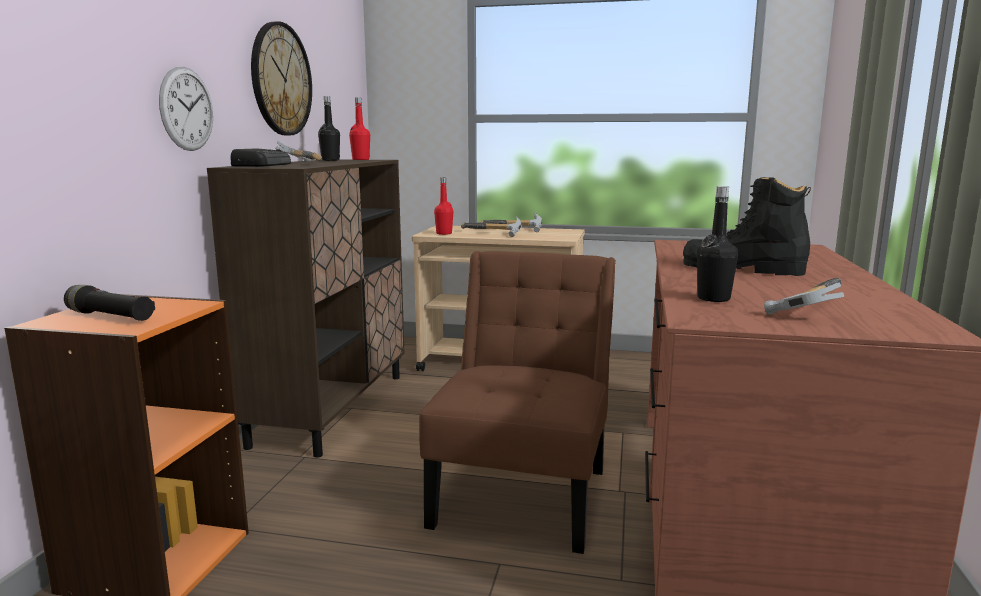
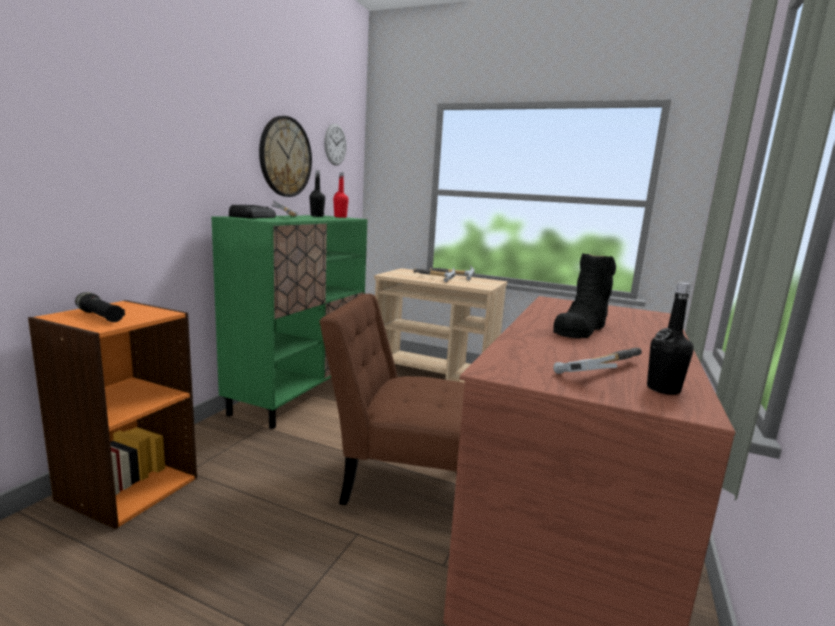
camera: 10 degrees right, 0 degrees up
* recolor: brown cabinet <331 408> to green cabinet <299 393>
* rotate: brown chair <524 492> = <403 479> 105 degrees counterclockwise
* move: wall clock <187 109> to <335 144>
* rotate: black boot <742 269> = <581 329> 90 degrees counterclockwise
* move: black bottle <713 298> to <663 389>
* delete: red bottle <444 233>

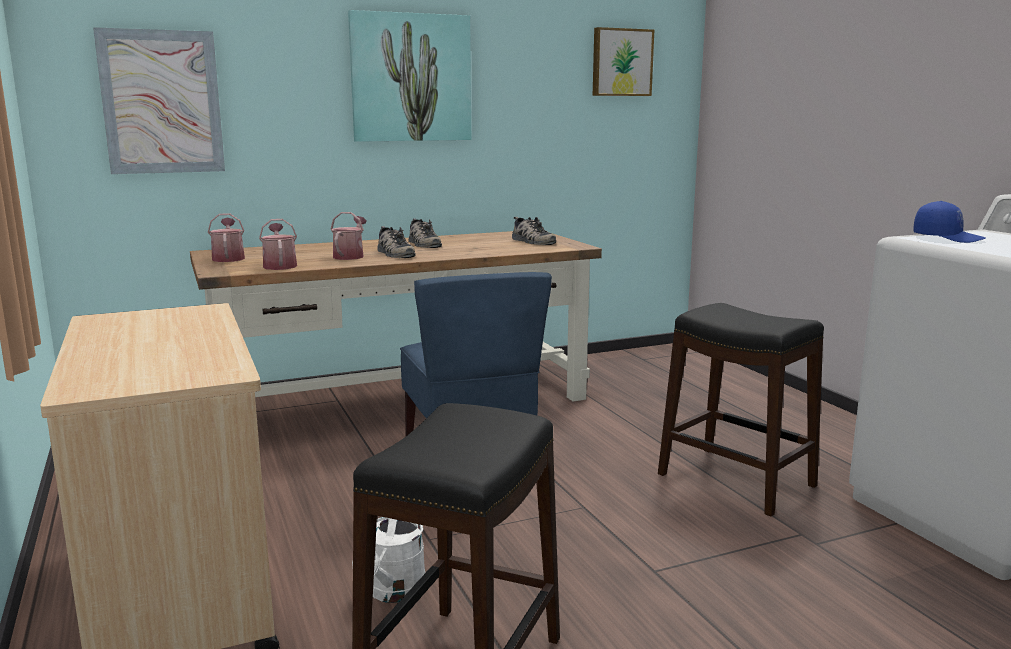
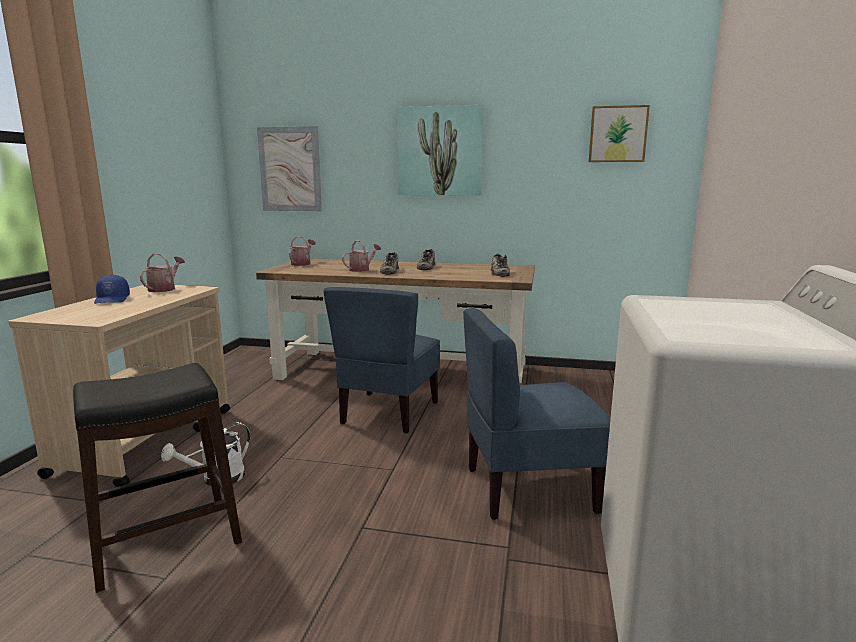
camera: 35 degrees right, 0 degrees up
* move: blue cap <947 238> to <113 299>
* move: watering can <279 265> to <164 289>
* replace: black stool <736 480> to blue chair <528 489>

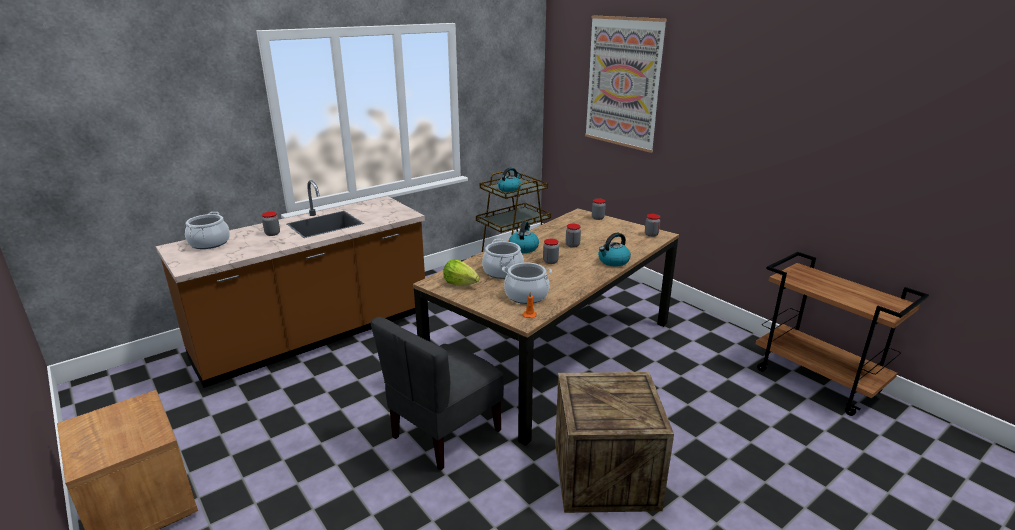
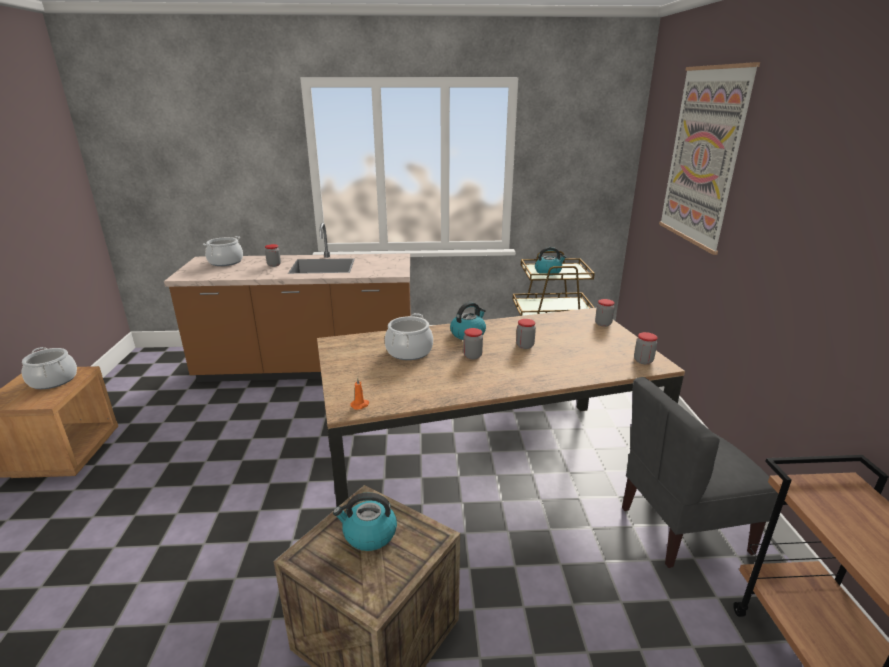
camera: 35 degrees right, 0 degrees up
* move: cooking pot <526 295> to <53 380>
* move: kettle <613 261> to <369 534>
* move: grey chair <445 433> to <682 528>
* delete: lettuce <460 284>

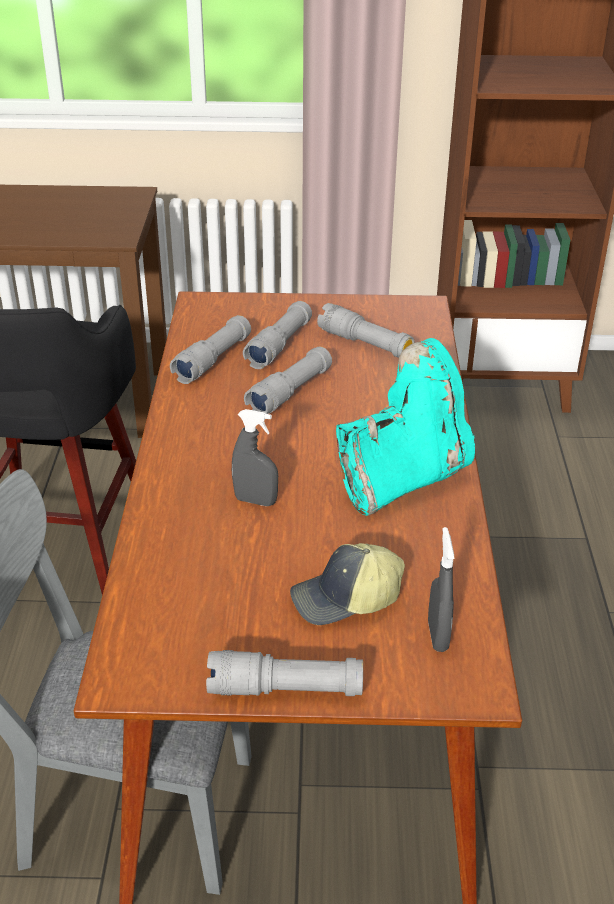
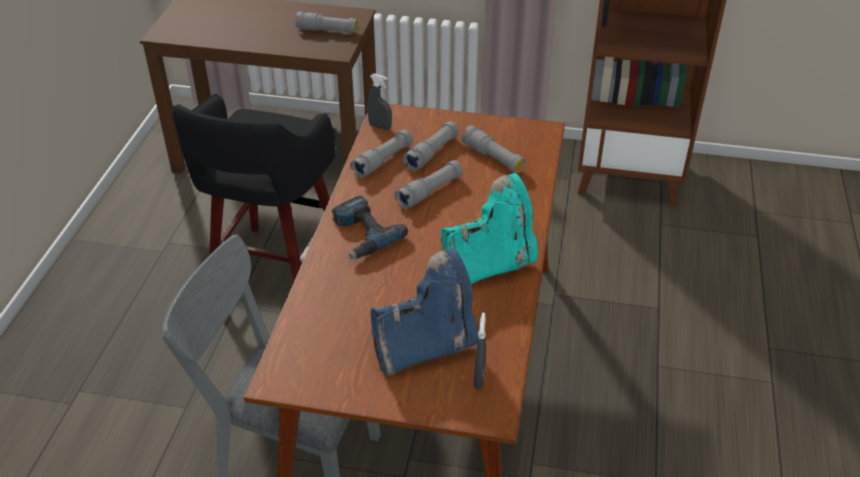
camera: 10 degrees right, 5 degrees up
* move: grey flashlight <285 689> to <327 30>
* insert: power drill <361 235>
* move: grey spray bottle <255 501> to <380 127>
* replace: cap <346 599> to blue boot <427 347>

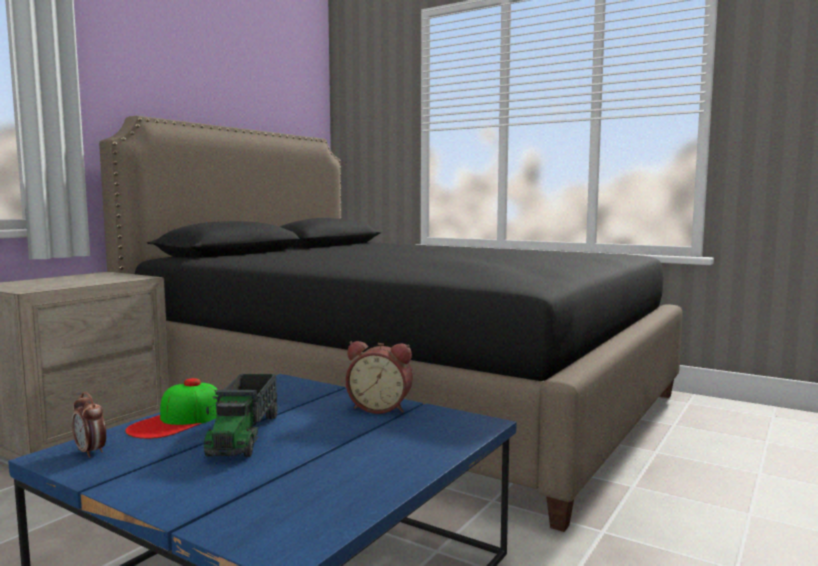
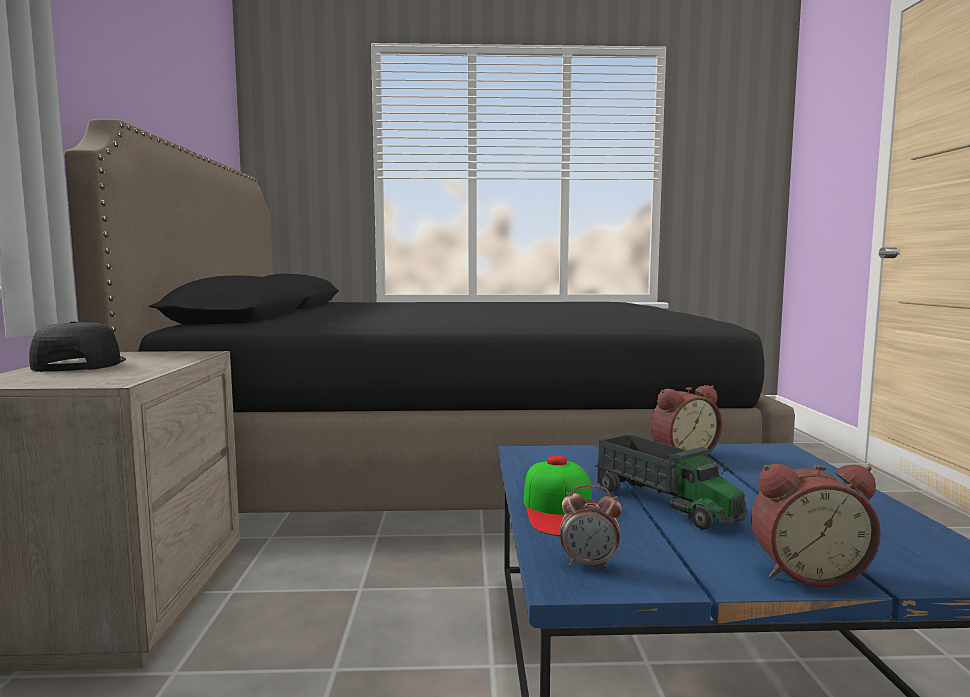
camera: 35 degrees left, 0 degrees up
* insert: black cap <78 364>
* insert: alarm clock <806 572>

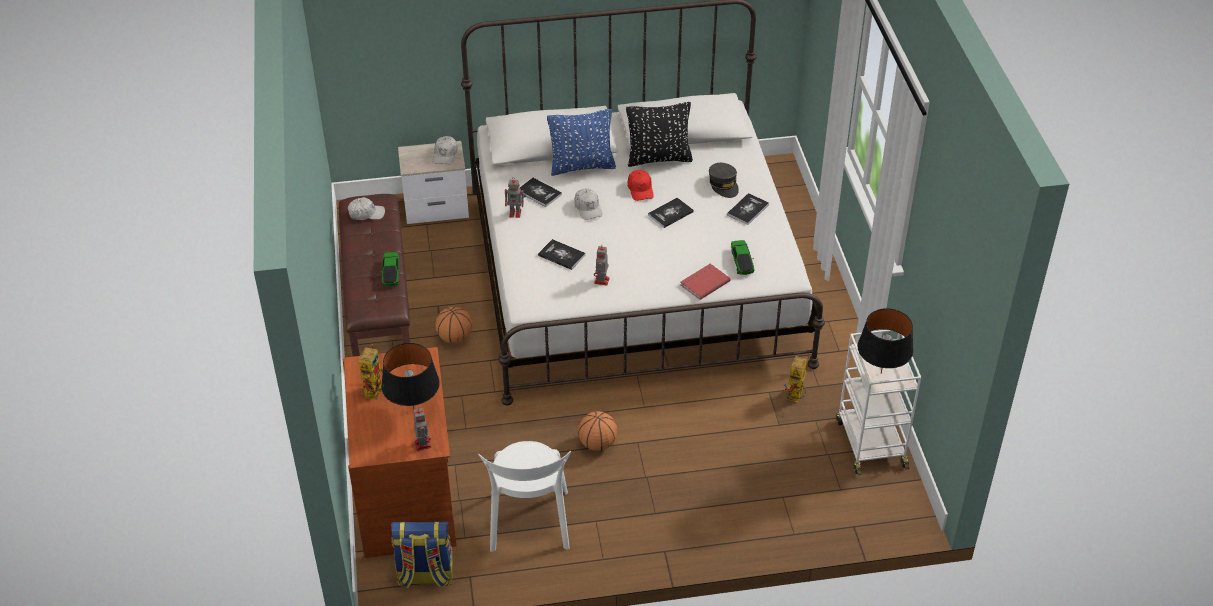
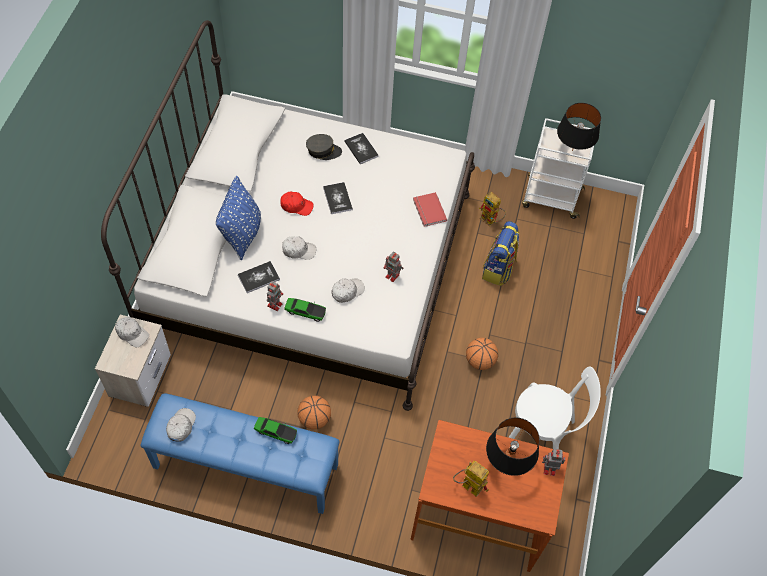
camera: 70 degrees left, 15 degrees up
* recolor: brown bench <378 308> to blue bench <245 467>
* move: toy car <742 262> to <305 311>
* replace: book <561 255> to white cap <347 291>
* move: backpack <425 575> to <498 269>
* delete: black pillow <659 158>

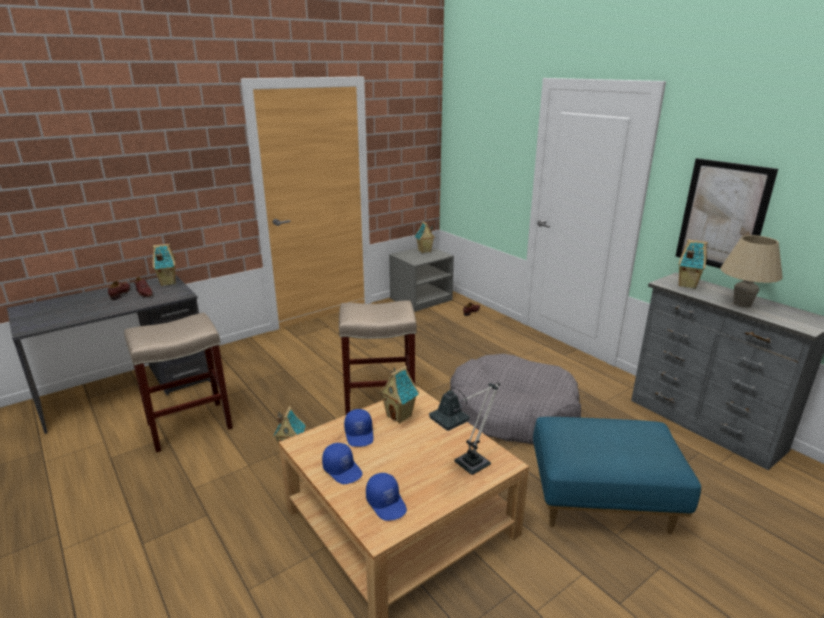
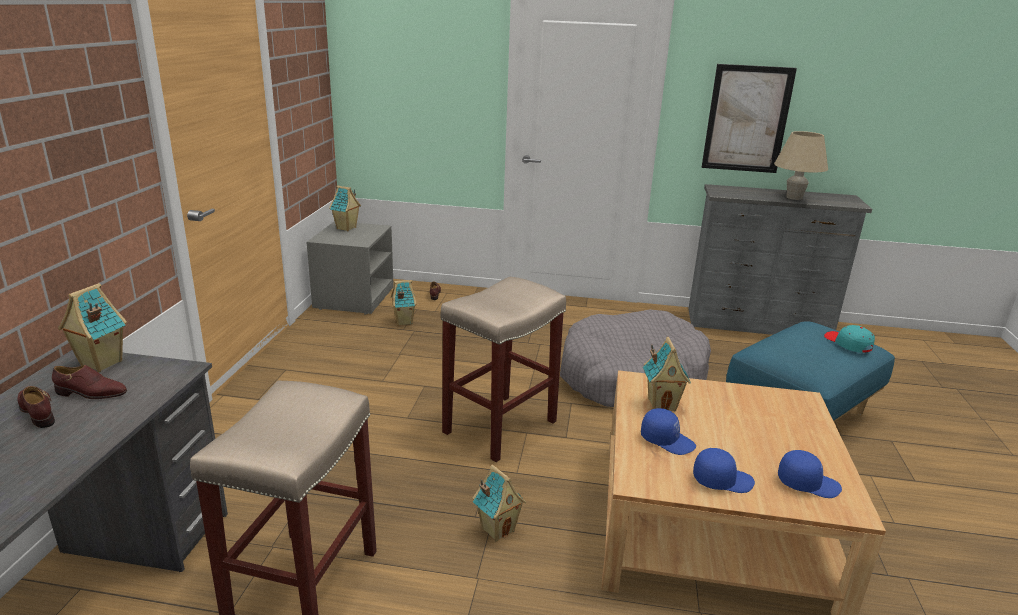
camera: 45 degrees left, 0 degrees up
* move: toy house <686 284> to <403 321>
* insert: turquoise cap <848 344>
* delete: table lamp <466 467>

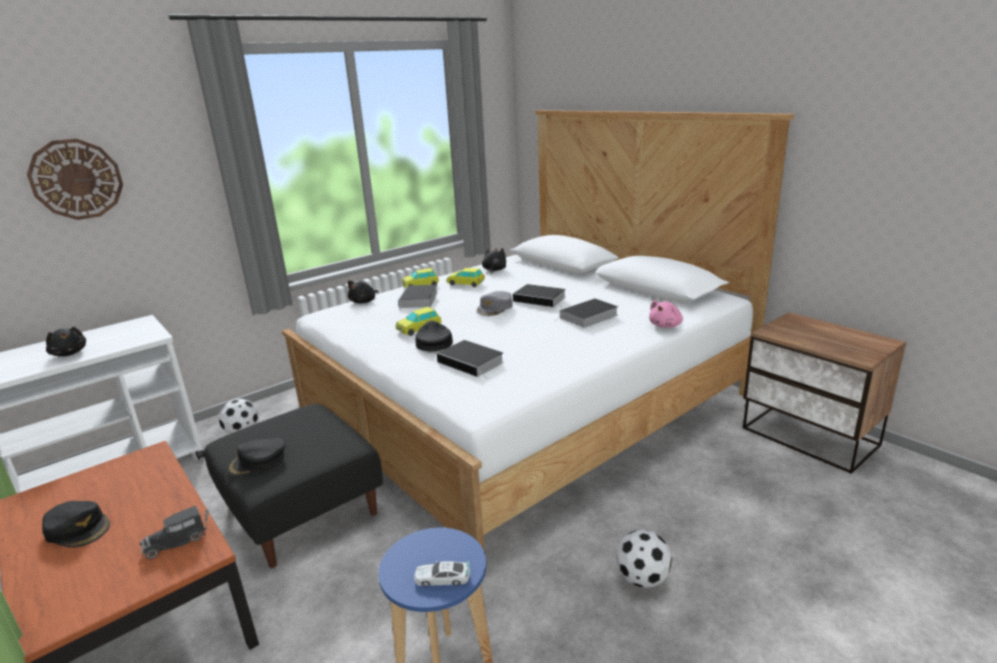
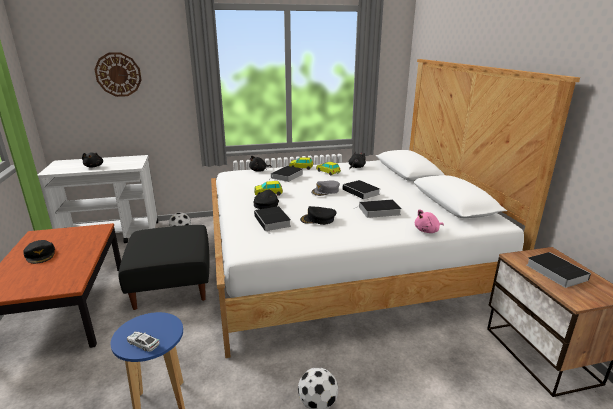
camera: 25 degrees right, 0 degrees up
* move: black cap <258 461> to <318 219>
* insert: book <554 271>
* delete: toy truck <179 541>

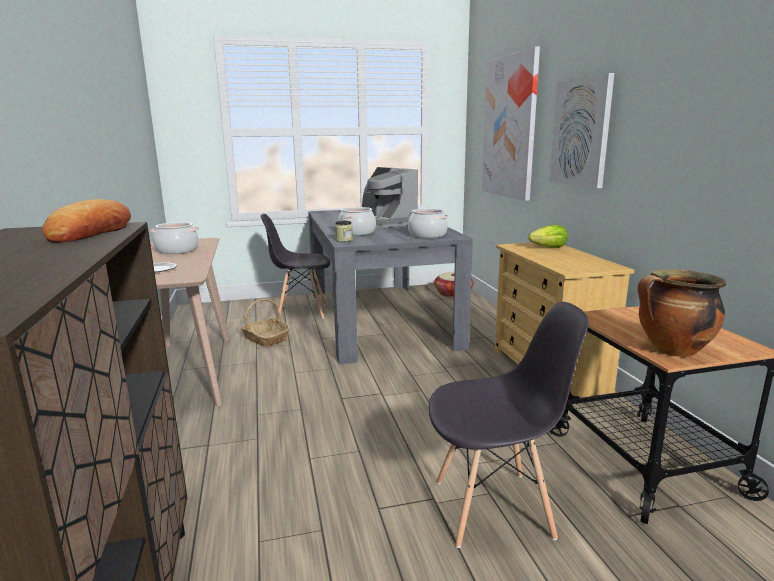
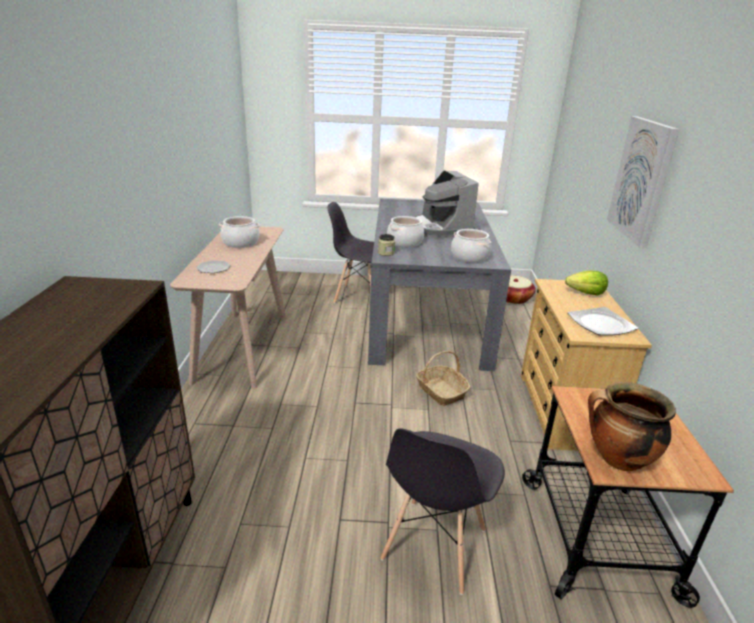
camera: 15 degrees right, 10 degrees up
* rotate: grey chair <494 508> = <434 545> 105 degrees clockwise
* move: basket <265 338> to <440 391>
* insert: plate <601 324>
* delete: bread <92 232>
* delete: picture <510 127>

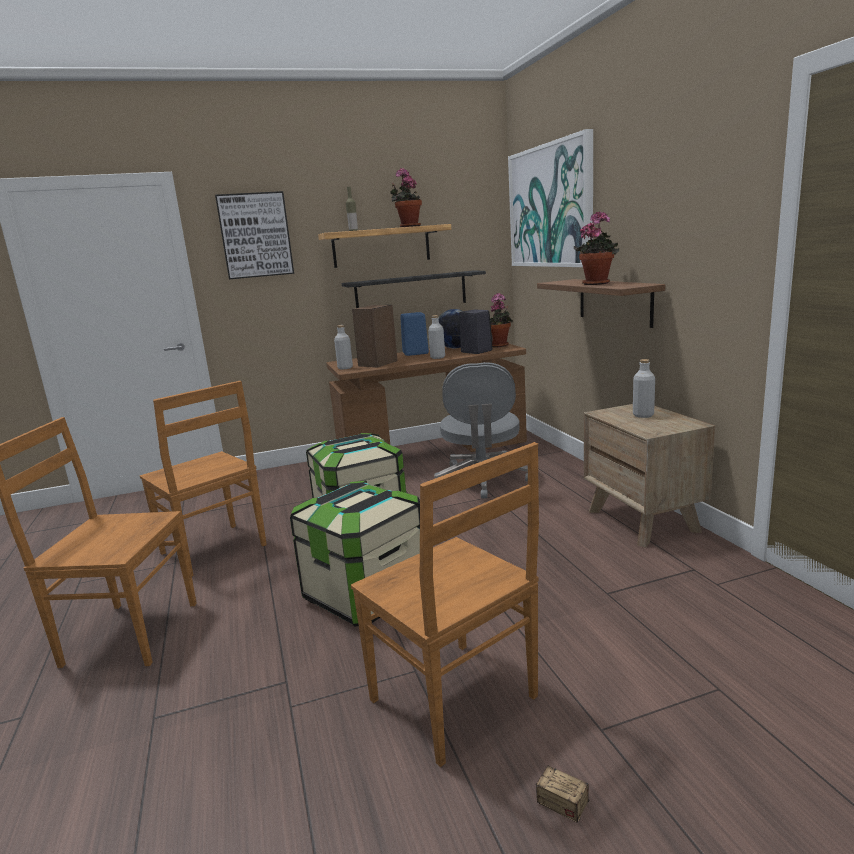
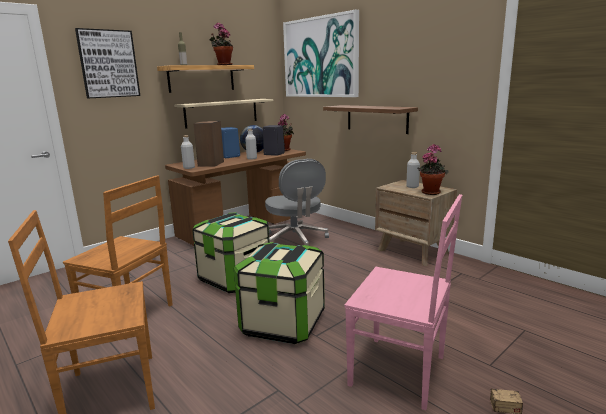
camera: 25 degrees left, 0 degrees up
* recolor: black shelf <411 292> to beige shelf <221 113>
* recolor: brown chair <456 701> to pink chair <400 372>
* move: potted plant <597 283> to <431 192>

